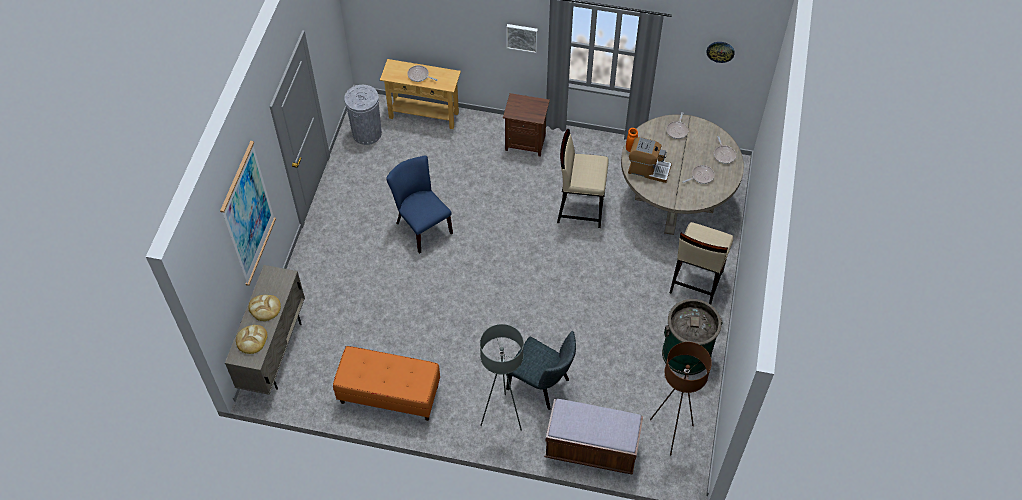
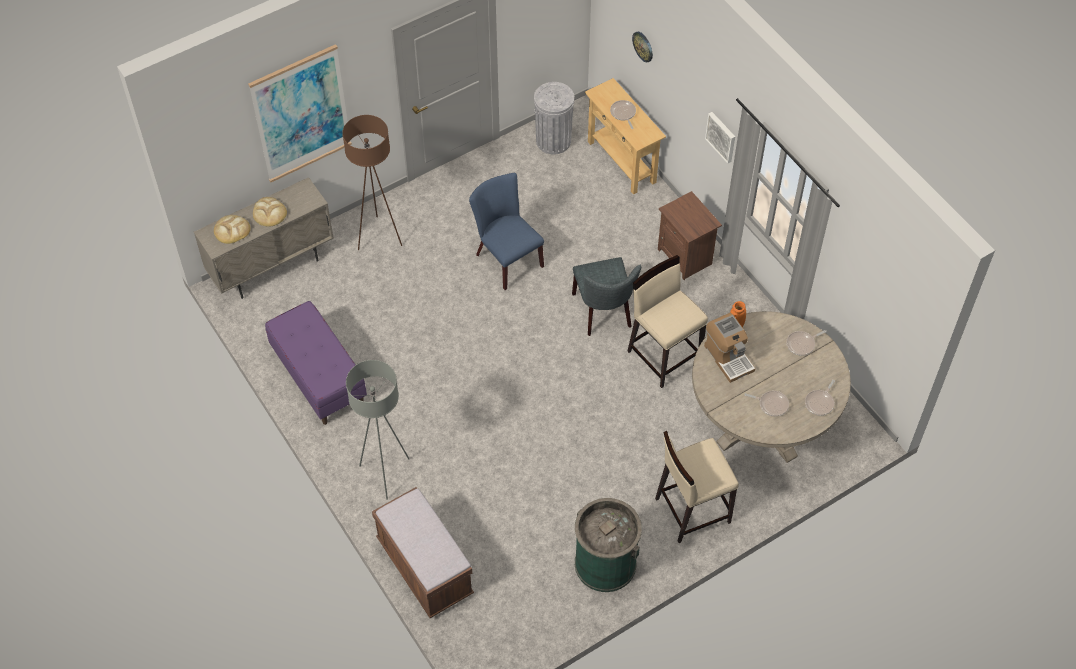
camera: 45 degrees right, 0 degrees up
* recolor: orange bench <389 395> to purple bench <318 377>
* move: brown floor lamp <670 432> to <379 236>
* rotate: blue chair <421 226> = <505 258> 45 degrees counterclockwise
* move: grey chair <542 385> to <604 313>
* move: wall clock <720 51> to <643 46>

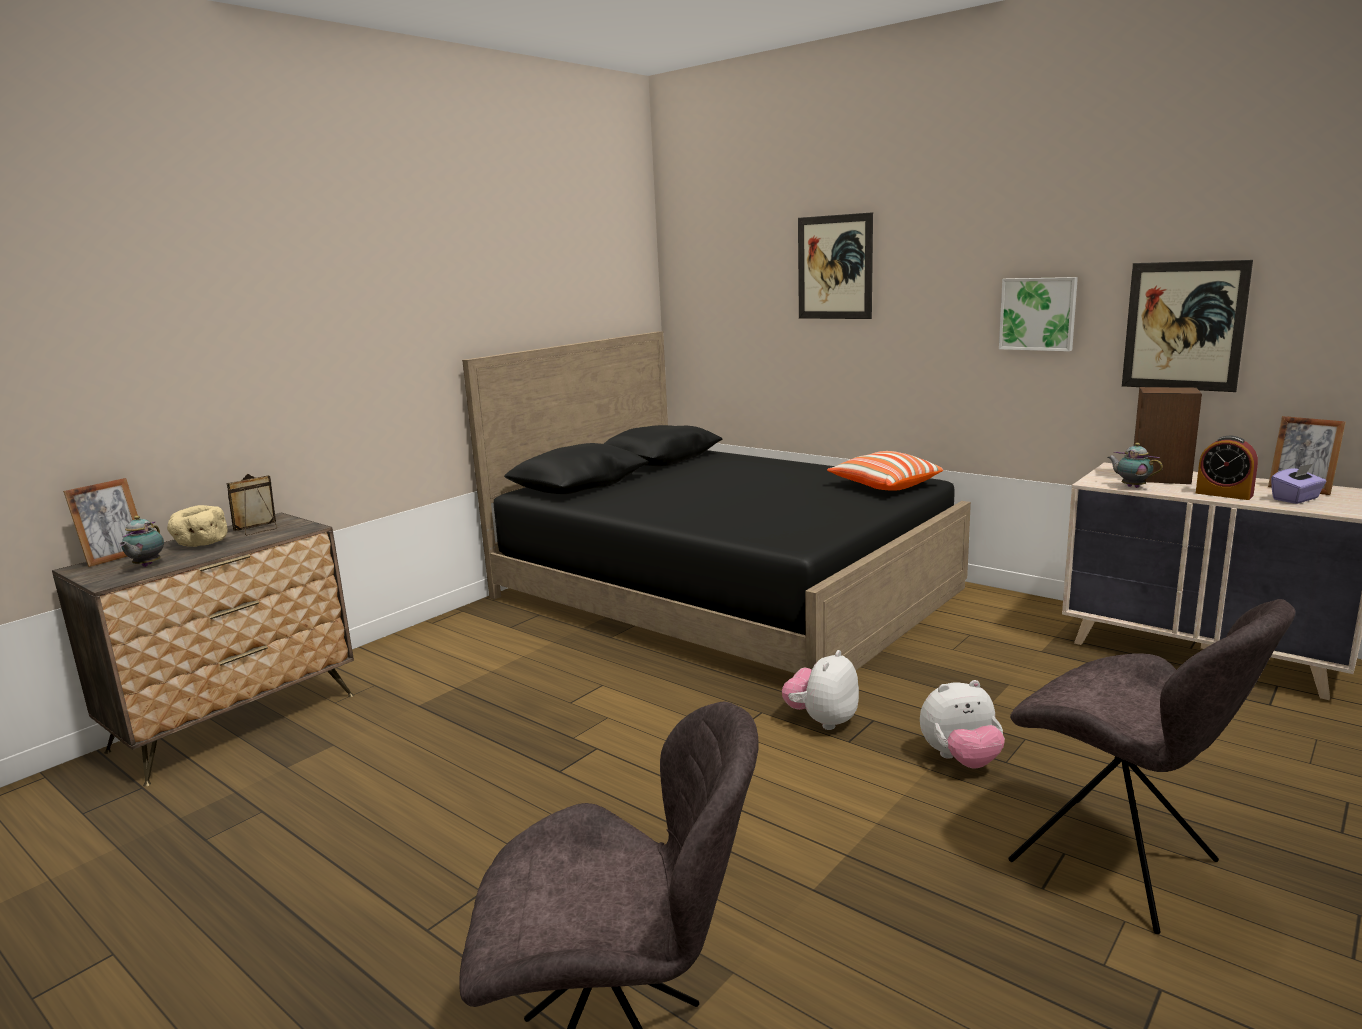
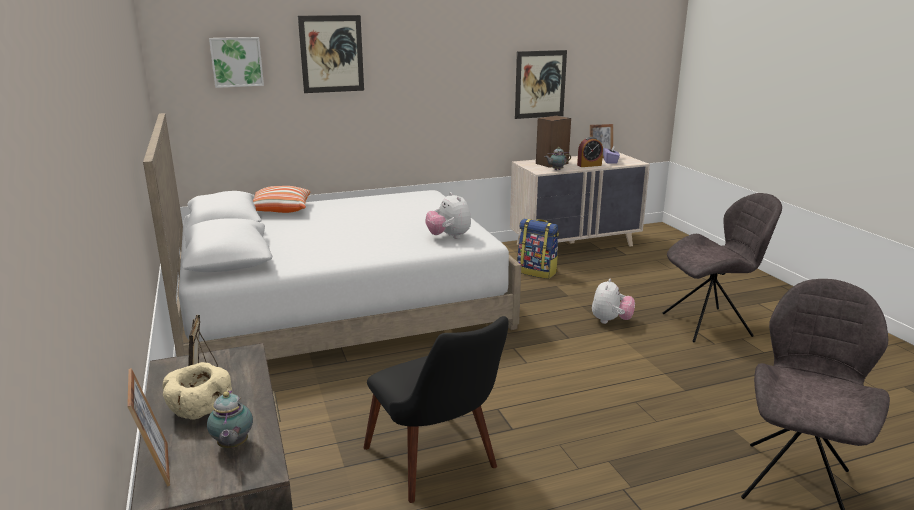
camera: 60 degrees left, 5 degrees up
* recolor: black bed <724 592> to white bed <340 306>
* rotate: teapot <146 566> = <232 446> 45 degrees clockwise
* move: picture <1038 314> to <236 62>
* move: pillow <884 485> to <280 210>
* insert: black chair <439 465>
* move: plush toy <822 721> to <449 237>
* insert: backpack <537 272>

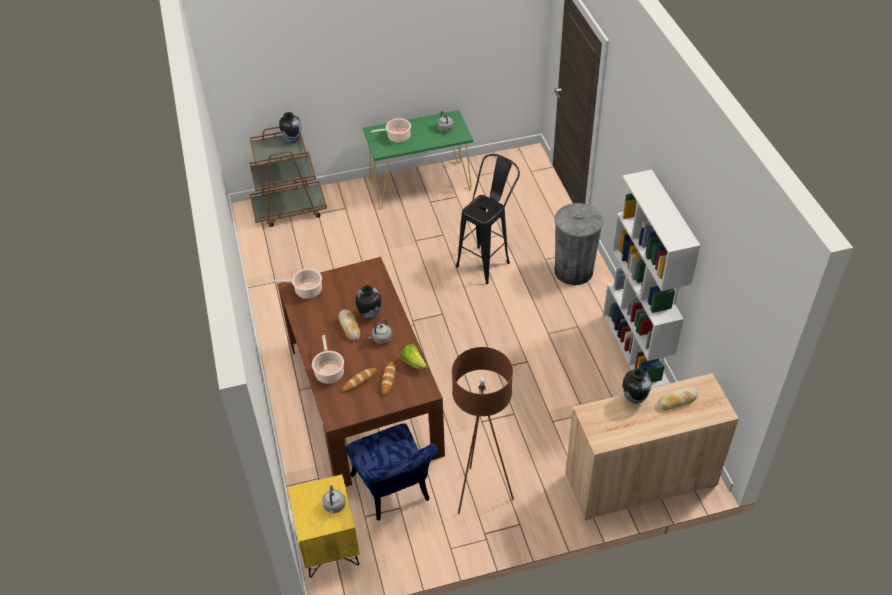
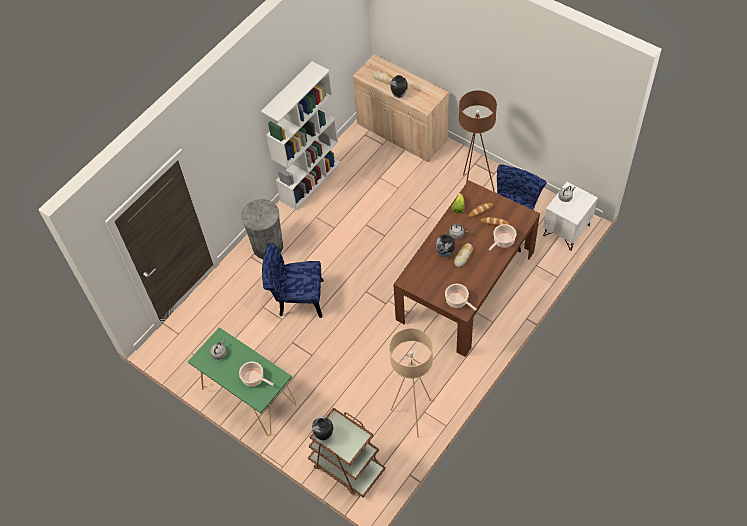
camera: 125 degrees left, 10 degrees up
* replace: black stool <487 260> to blue chair <296 299>
* insert: beige floor lamp <413 415>
* recolor: yellow nightstand <328 546> to white nightstand <566 231>

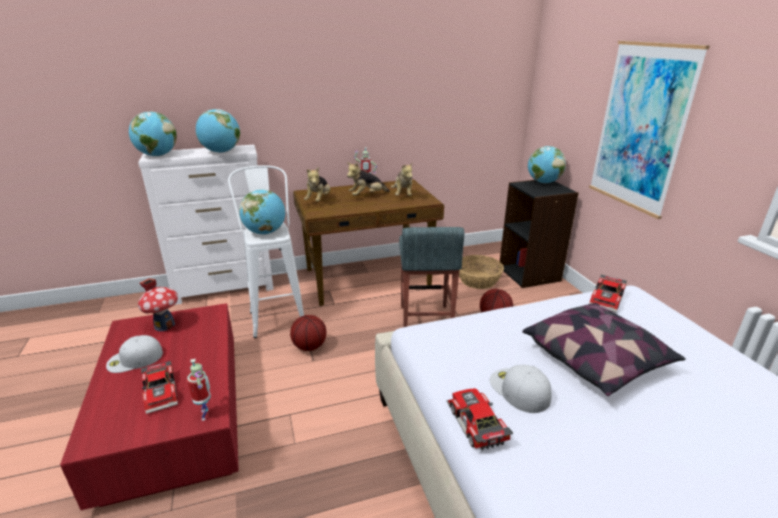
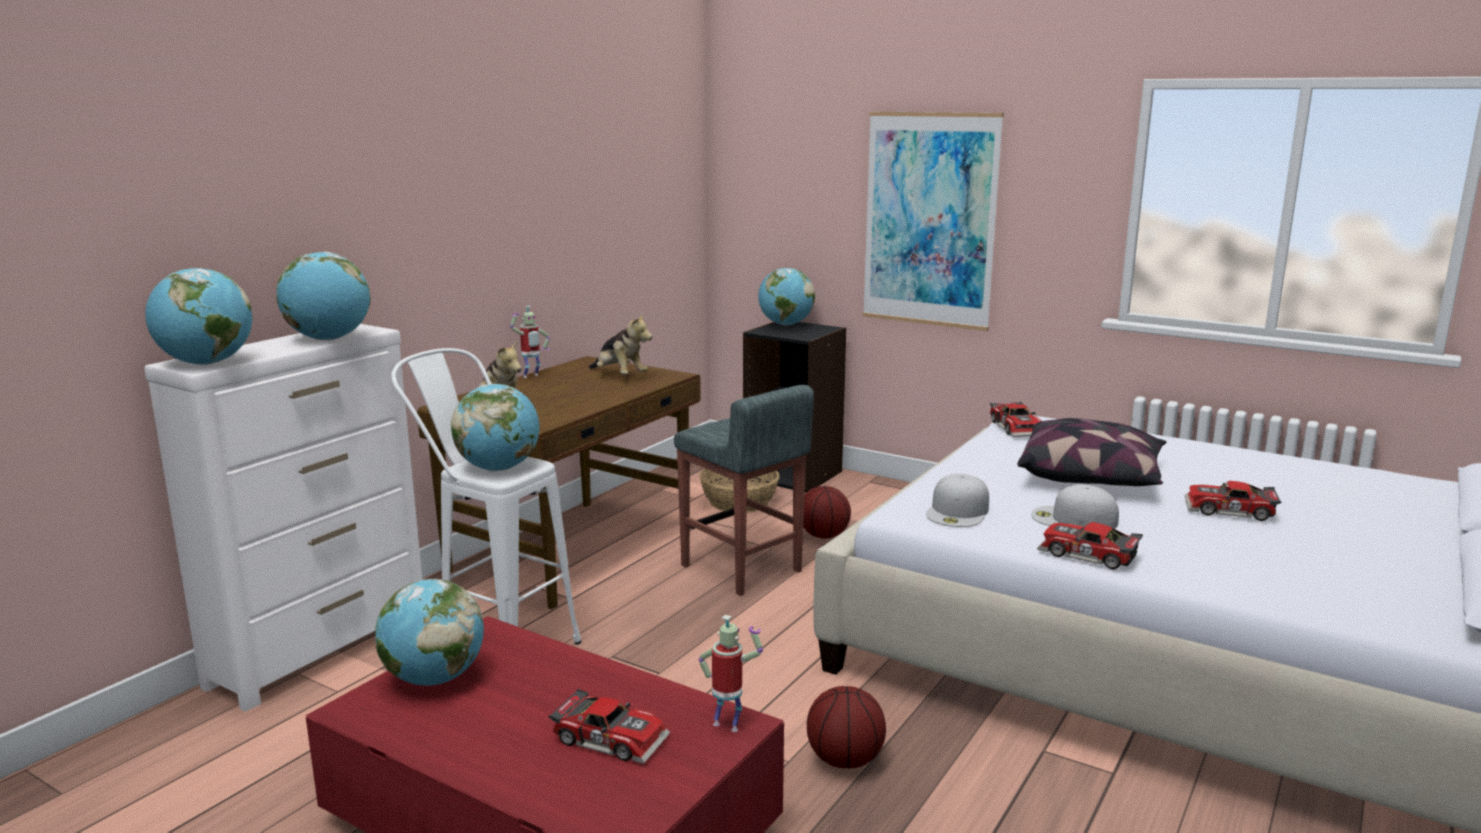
camera: 40 degrees left, 10 degrees down
* replace: toy house <164 325> to globe <434 679>
* move: basketball <309 347> to <845 761>
* move: white cap <134 359> to <958 511>
* insert: toy car <1229 511>
* delete: plush toy <367 195>

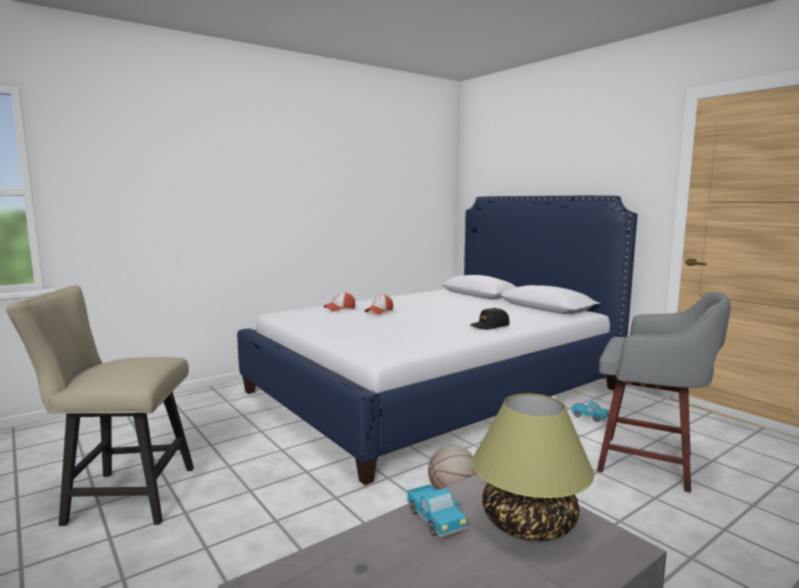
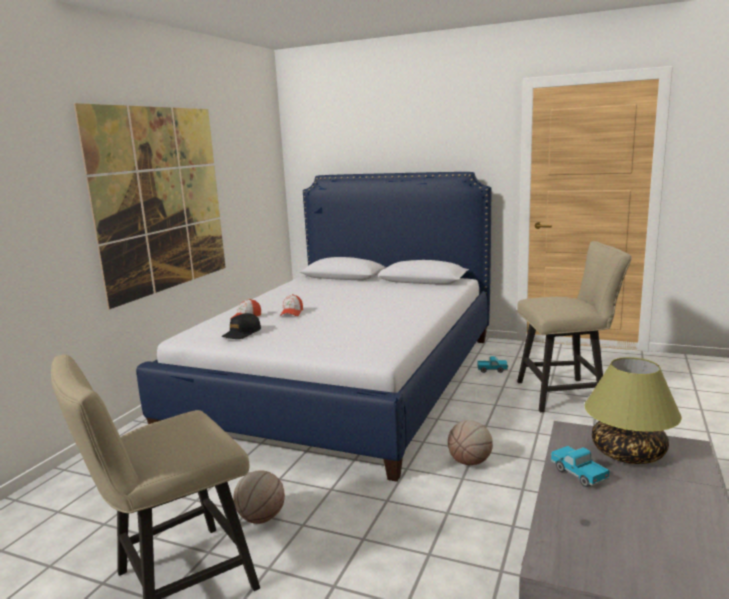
camera: 30 degrees left, 5 degrees up
* insert: picture <162 199>
* move: black cap <489 326> to <242 333>
* insert: basketball <261 518>
* replace: grey stool <650 463> to beige chair <566 394>
* rotate: toy truck <435 521> = <578 474> 150 degrees counterclockwise

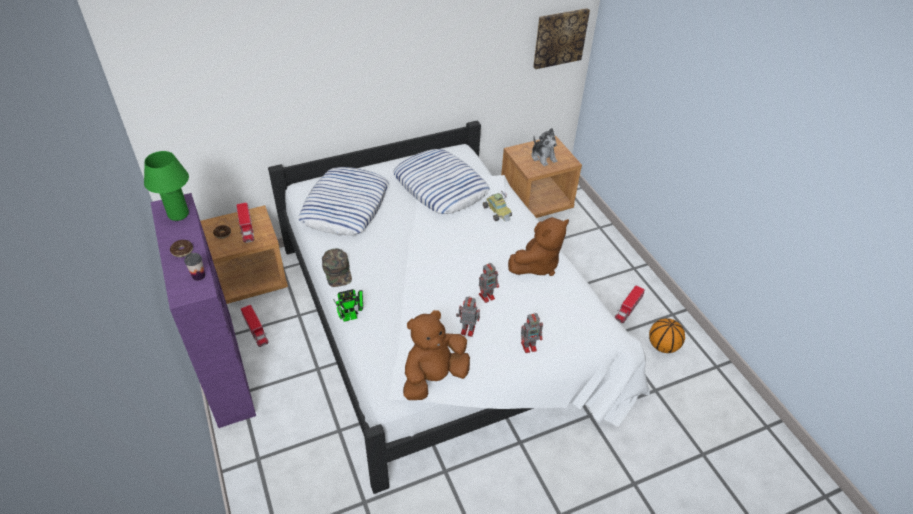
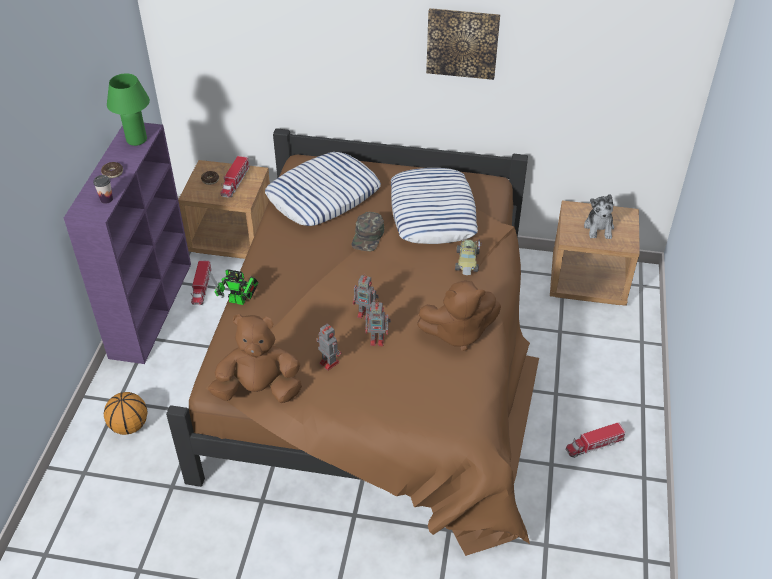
camera: 35 degrees right, 0 degrees up
* move: basketball <663 346> to <130 426>
* recolor: white bed <446 322> to brown bed <379 364>
* move: green cap <337 271> to <368 236>
* move: toy robot <529 346> to <366 313>
* move: picture <559 38> to <462 43>

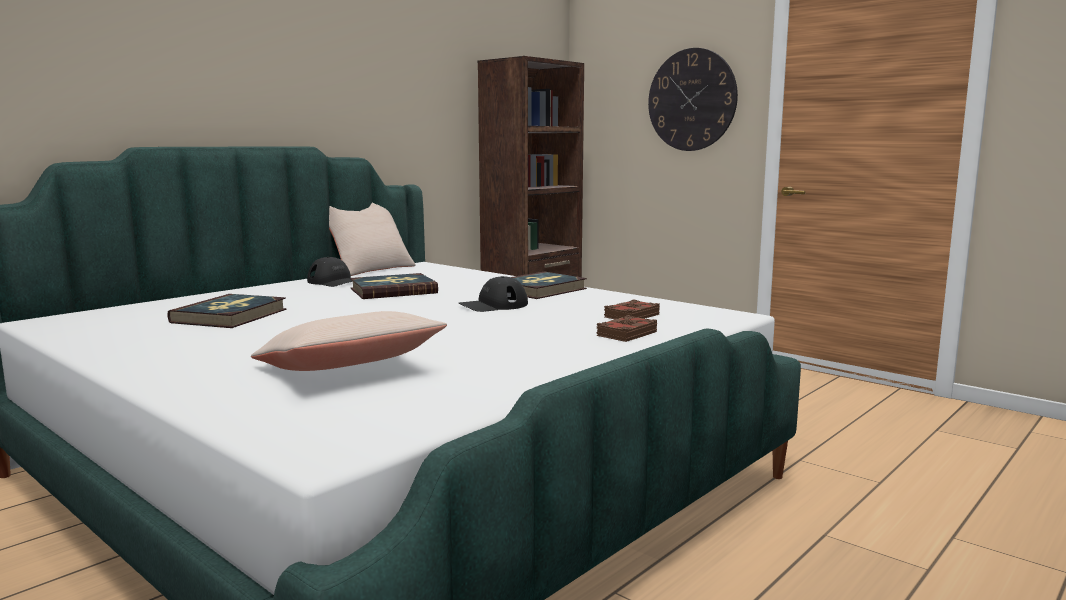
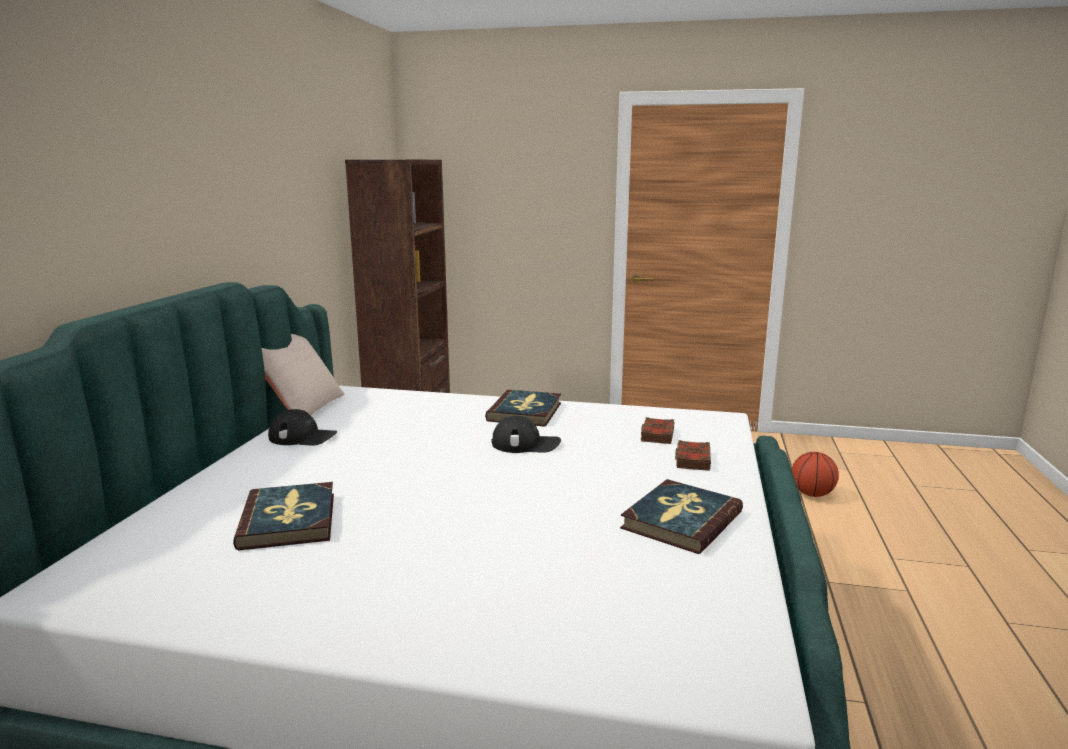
camera: 30 degrees left, 5 degrees up
* rotate: black cap <493 305> = <526 444> 120 degrees counterclockwise
* move: book <393 291> to <681 520>
* insert: basketball <812 494>
* delete: beige pillow <348 371>
* delete: wall clock <692 100>

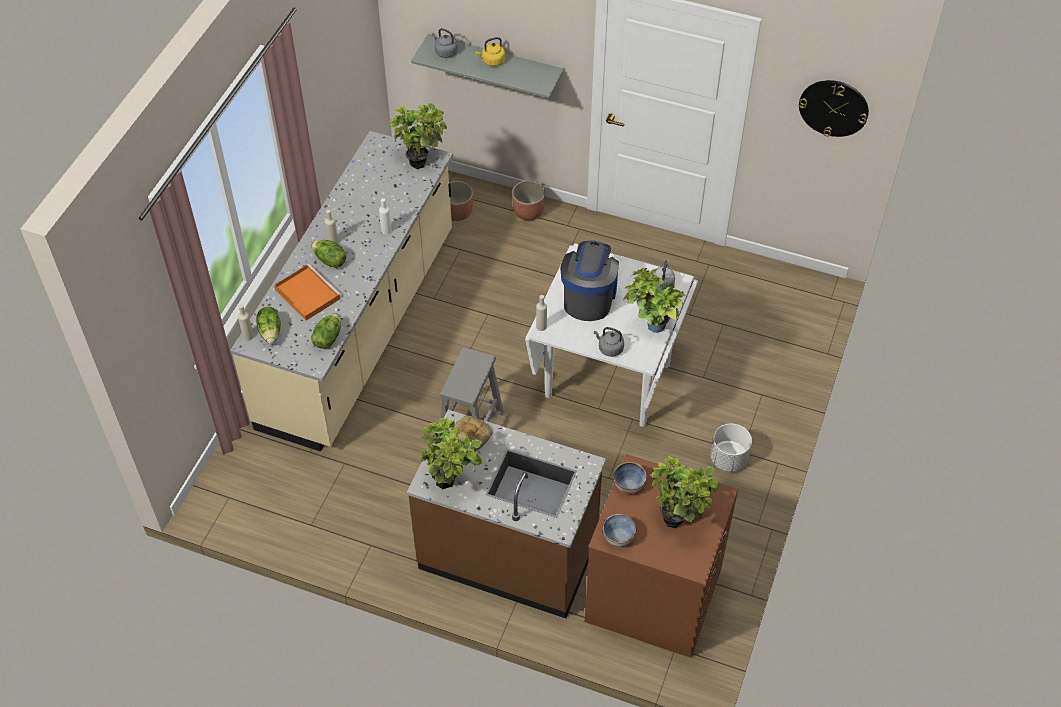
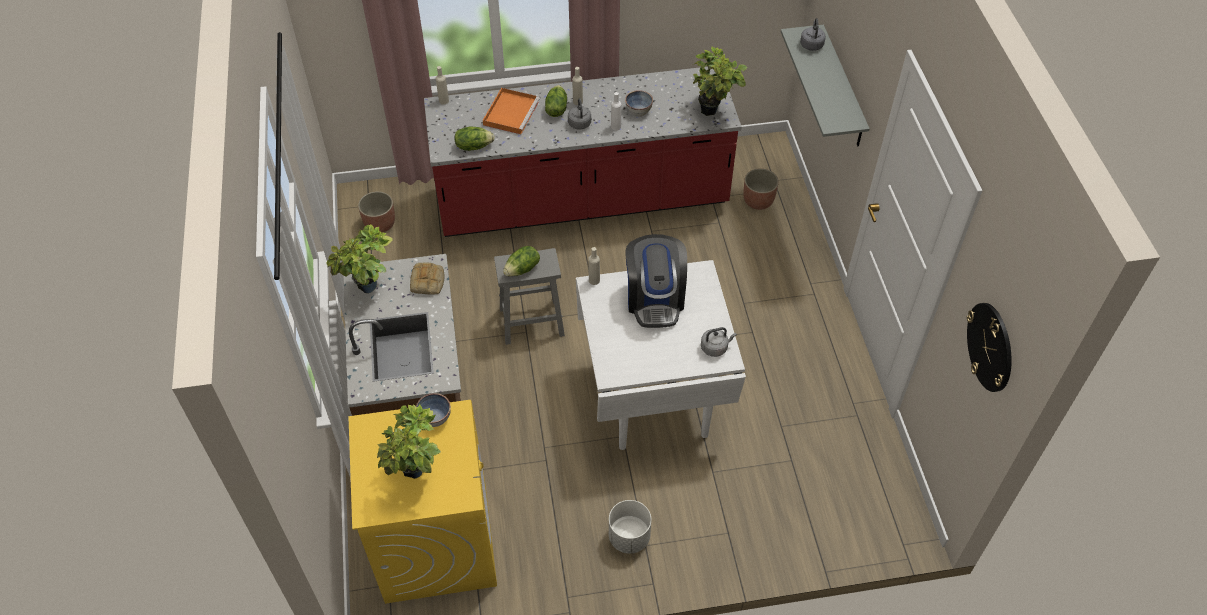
camera: 60 degrees right, 0 degrees up
* recolor: brown washing machine <652 595> to yellow washing machine <436 540>
* move: planter <528 212> to <380 224>
* recolor: beige counter <360 329> to red counter <582 200>
* move: lettuce <271 332> to <522 269>
* move: grey kettle <609 348> to <579 122>
* move: bowl <618 537> to <638 110>
* rotate: coffee machine <588 297> = <655 299> 105 degrees clockwise
* delete: yellow kettle <492 61>
* delete: potted plant <650 327>

